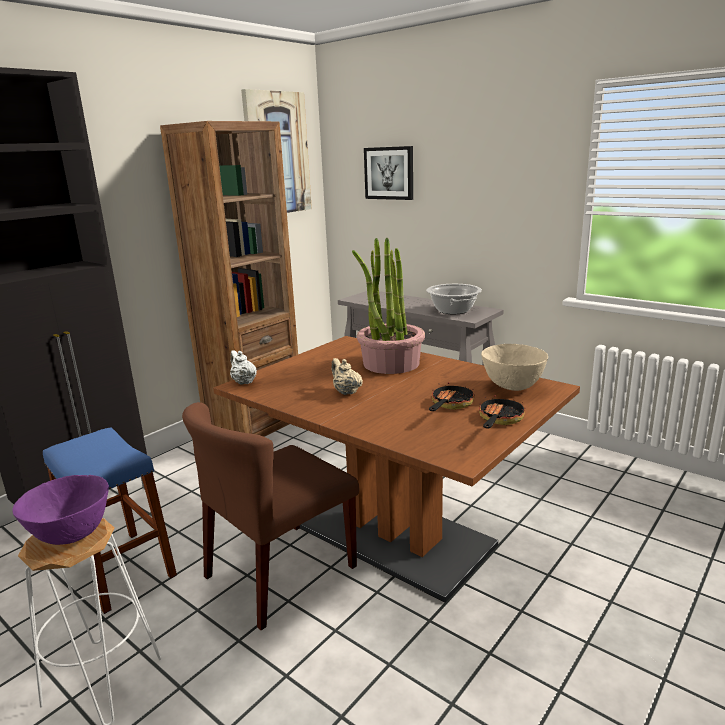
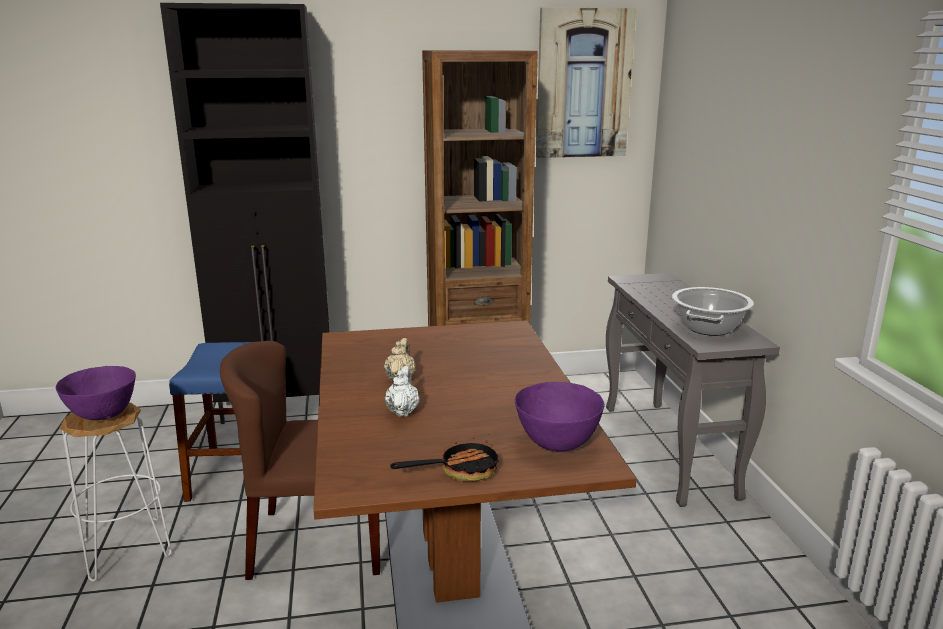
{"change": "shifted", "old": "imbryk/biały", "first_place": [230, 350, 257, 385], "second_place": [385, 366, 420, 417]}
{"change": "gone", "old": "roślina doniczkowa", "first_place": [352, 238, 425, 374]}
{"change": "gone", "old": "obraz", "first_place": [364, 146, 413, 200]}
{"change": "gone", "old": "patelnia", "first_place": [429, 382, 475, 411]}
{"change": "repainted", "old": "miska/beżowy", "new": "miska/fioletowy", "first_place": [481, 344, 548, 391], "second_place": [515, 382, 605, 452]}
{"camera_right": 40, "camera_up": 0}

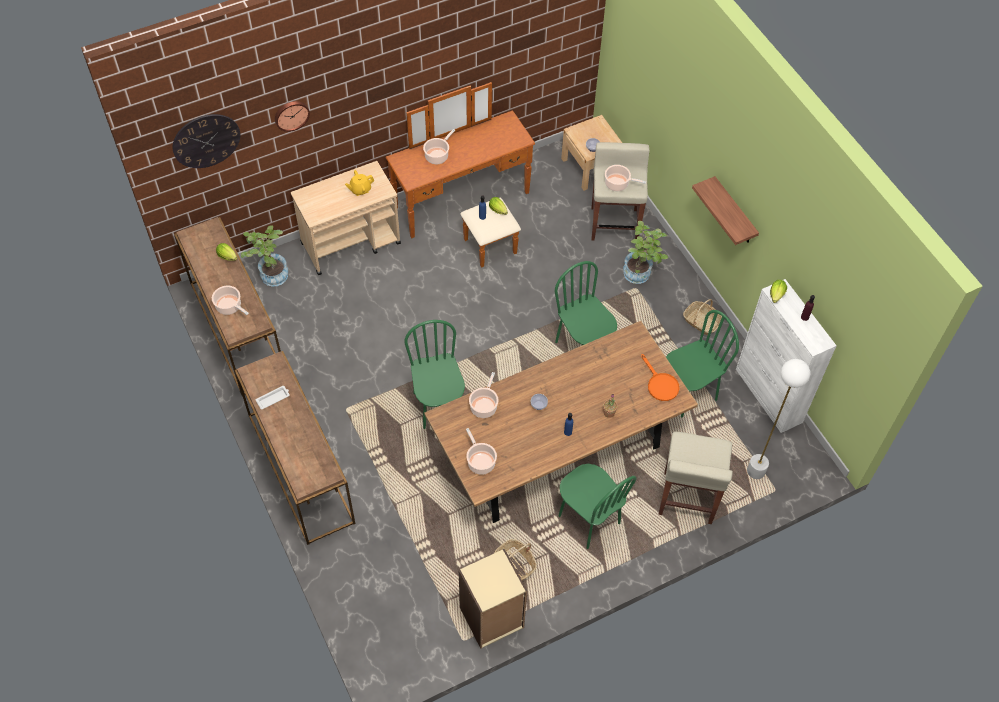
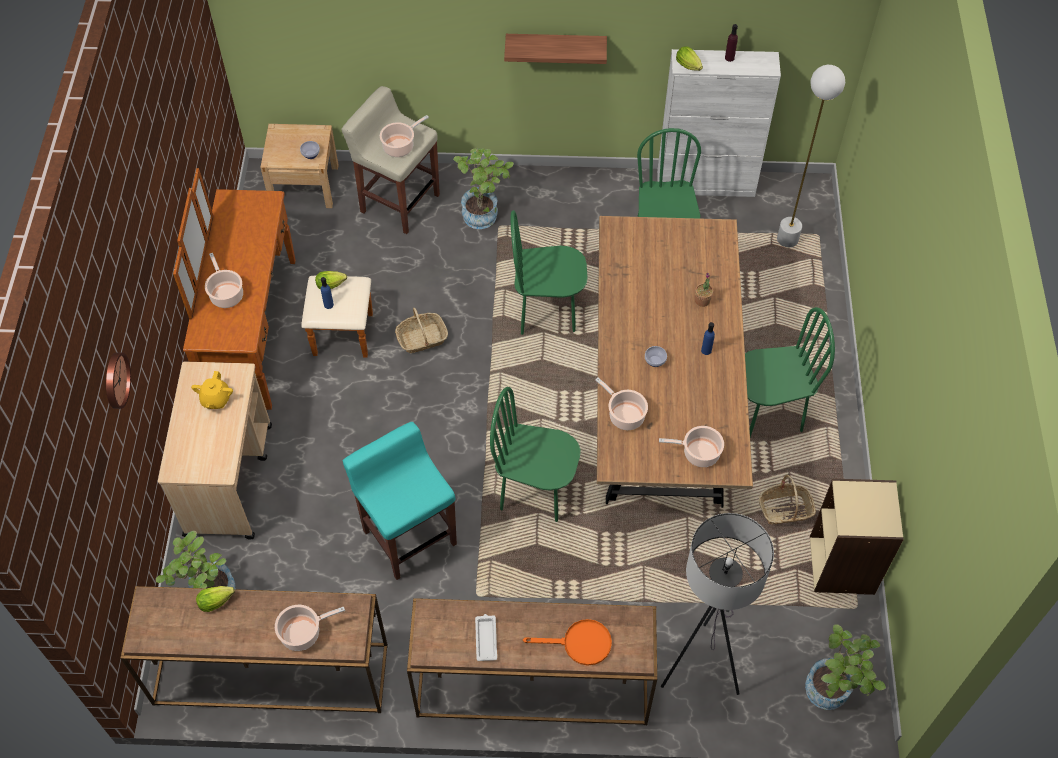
{"change": "gone", "old": "zegar ścienny", "first_place": [172, 114, 240, 168]}
{"change": "shifted", "old": "patelnia/pomarańczowy", "first_place": [641, 354, 680, 401], "second_place": [523, 619, 612, 666]}
{"change": "gone", "old": "stołek/beżowy", "first_place": [659, 432, 733, 524]}
{"change": "shifted", "old": "koszyk", "first_place": [683, 299, 722, 335], "second_place": [395, 307, 448, 353]}
{"change": "new", "new": "stołek/turkusowy", "second_place": [343, 422, 457, 580]}
{"change": "new", "new": "lampa stojąca/szary", "second_place": [661, 513, 774, 695]}
{"change": "new", "new": "roślina doniczkowa", "second_place": [805, 624, 886, 710]}
{"camera_right": -60, "camera_up": 0}

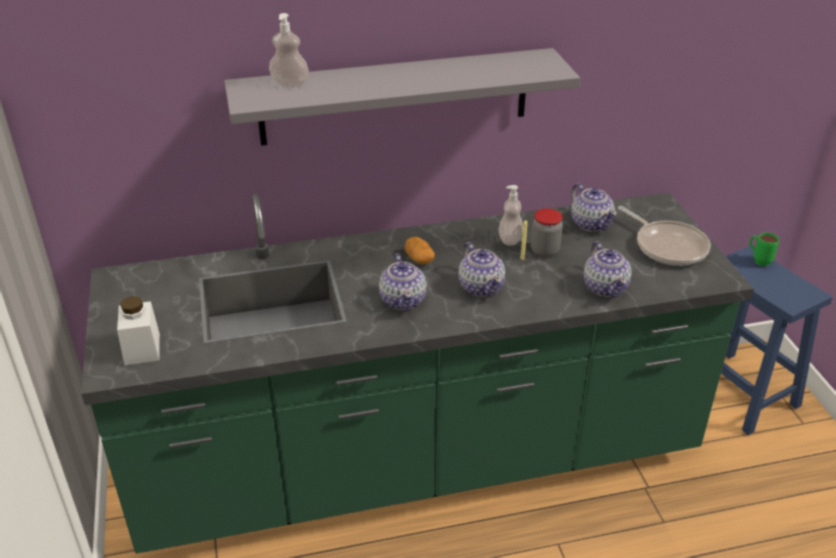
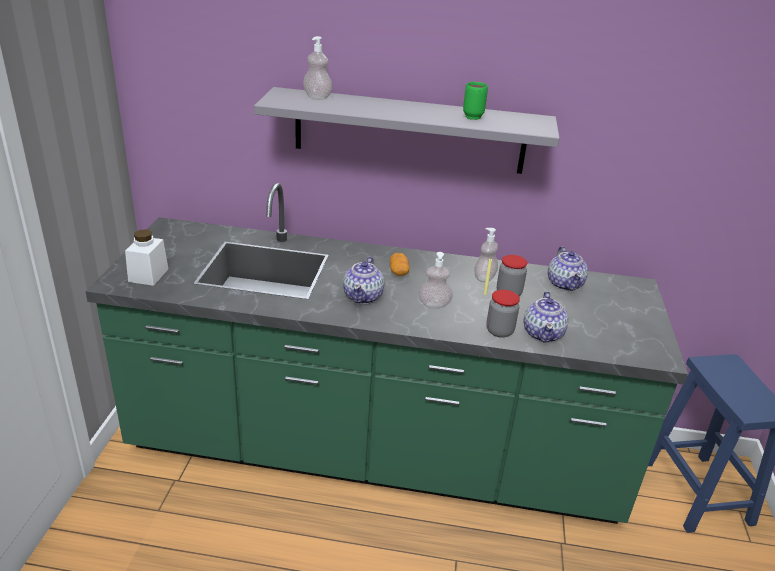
{"change": "swapped", "old": "imbryk", "new": "dozownik mydła", "first_place": [458, 242, 505, 297], "second_place": [419, 252, 453, 308]}
{"change": "gone", "old": "patelnia", "first_place": [618, 206, 711, 266]}
{"change": "shifted", "old": "kubek/zielony", "first_place": [750, 233, 779, 266], "second_place": [463, 82, 488, 120]}
{"change": "new", "new": "słoik", "second_place": [486, 290, 520, 338]}
{"camera_right": 20, "camera_up": -5}

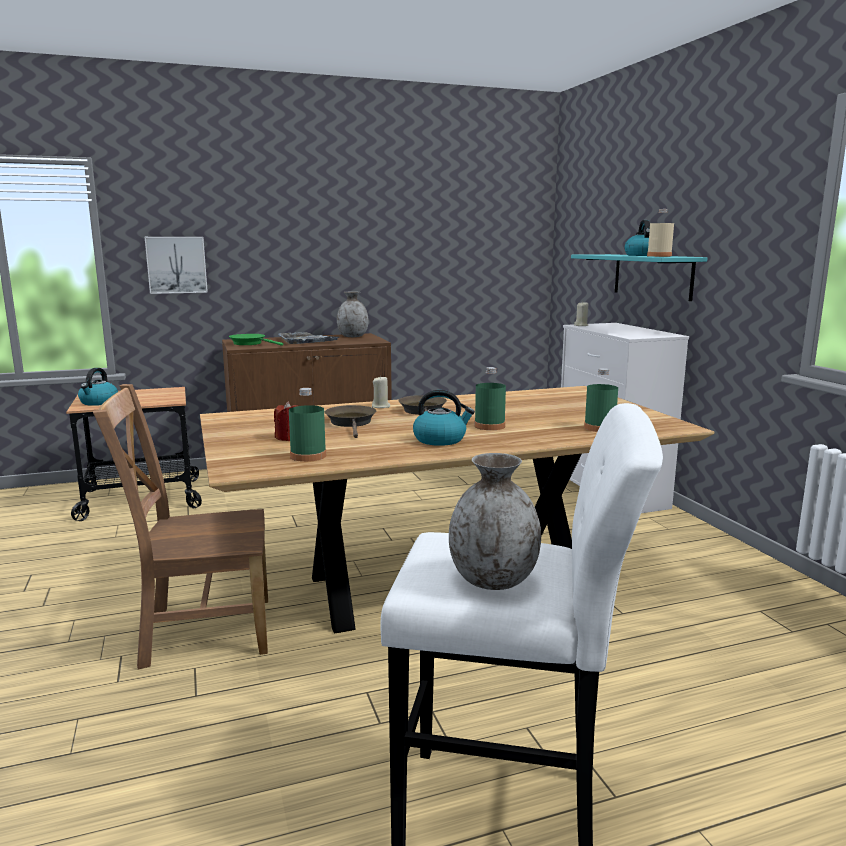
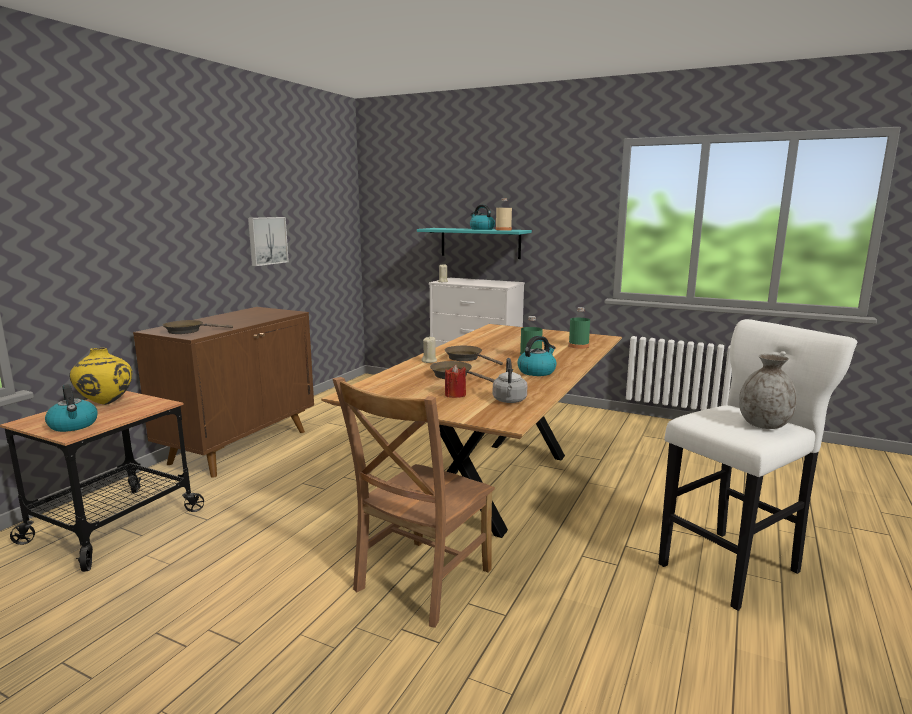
{"change": "shifted", "old": "obraz", "first_place": [145, 237, 208, 294], "second_place": [248, 217, 289, 266]}
{"change": "repainted", "old": "patelnia/zielony", "new": "patelnia/brązowy", "first_place": [229, 334, 283, 346], "second_place": [163, 320, 233, 334]}
{"change": "gone", "old": "taca/szary", "first_place": [278, 332, 339, 344]}
{"change": "swapped", "old": "butelka/zielony", "new": "czajnik/szary", "first_place": [289, 388, 326, 462], "second_place": [493, 358, 527, 403]}
{"change": "gone", "old": "wazon/szary", "first_place": [337, 291, 369, 337]}
{"change": "new", "new": "wazon/żółty", "second_place": [69, 348, 132, 405]}
{"camera_right": -45, "camera_up": 0}

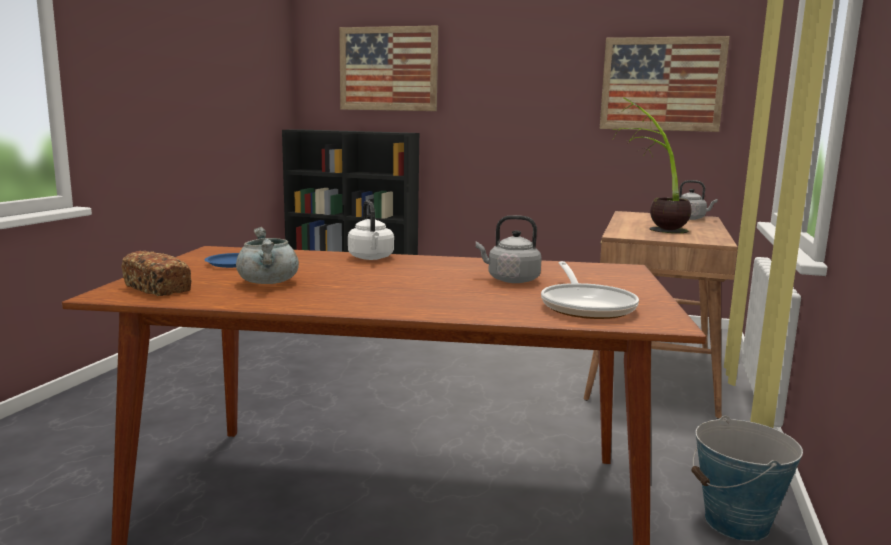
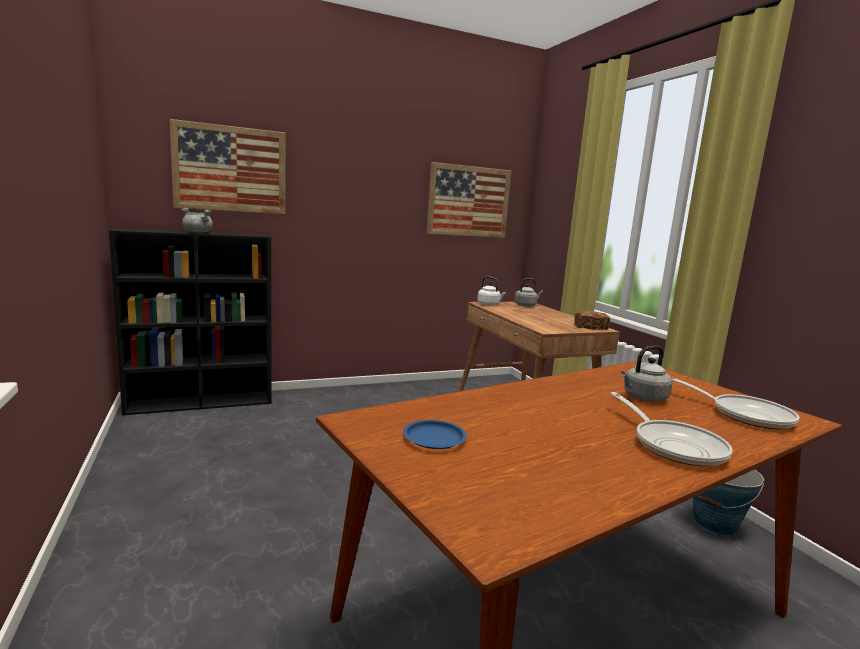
{"change": "shifted", "old": "chleb", "first_place": [121, 250, 191, 296], "second_place": [574, 311, 610, 330]}
{"change": "shifted", "old": "garnek/szary", "first_place": [236, 227, 299, 284], "second_place": [181, 208, 213, 233]}
{"change": "shifted", "old": "czajnik/biały", "first_place": [348, 200, 394, 260], "second_place": [478, 276, 506, 306]}
{"change": "gone", "old": "roślina doniczkowa", "first_place": [612, 97, 692, 233]}
{"change": "new", "new": "patelnia", "second_place": [611, 392, 733, 466]}
{"camera_right": -40, "camera_up": 0}

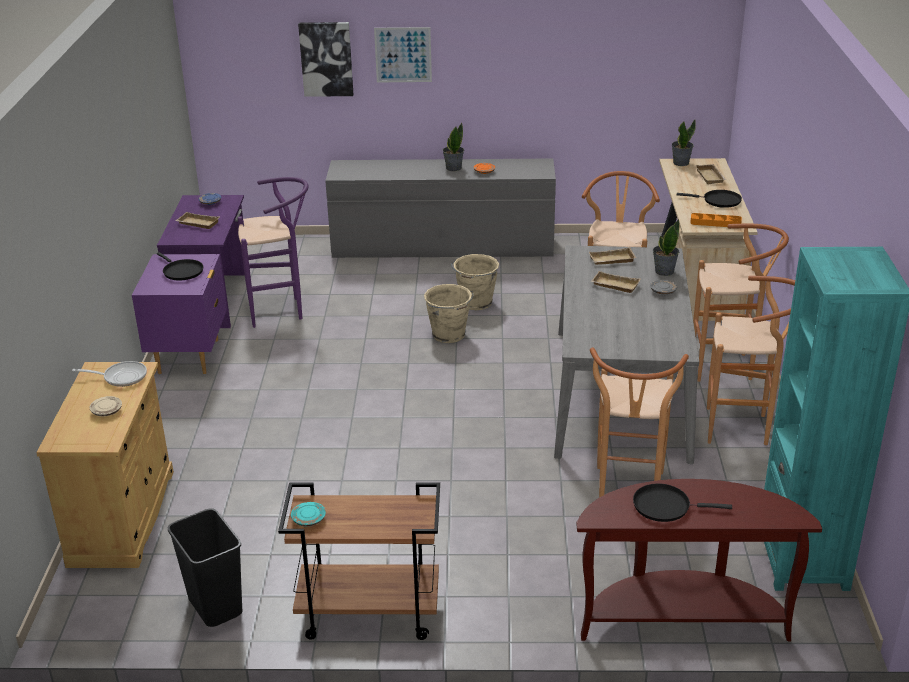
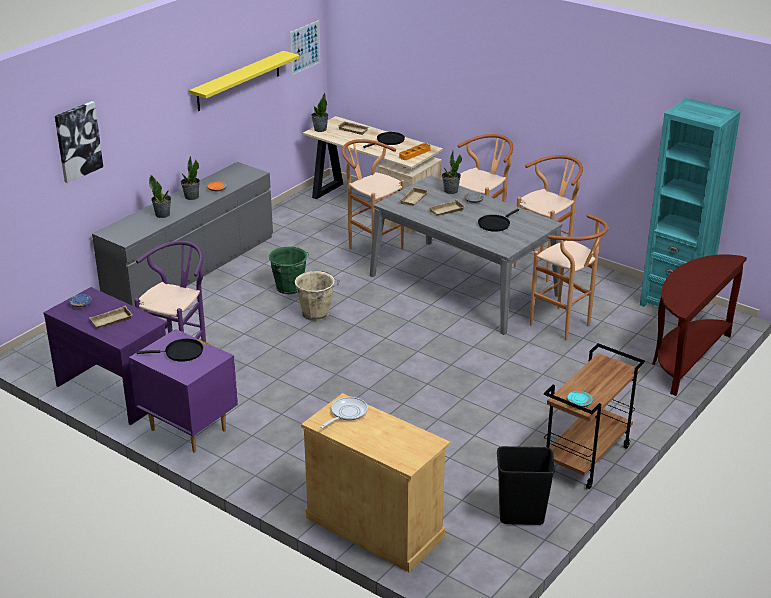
{"change": "gone", "old": "talerz/beżowy", "first_place": [89, 396, 122, 416]}
{"change": "shifted", "old": "obraz", "first_place": [374, 27, 432, 82], "second_place": [290, 20, 321, 75]}
{"change": "repainted", "old": "wiadro/beżowy", "new": "wiadro/zielony", "first_place": [451, 254, 499, 310], "second_place": [269, 247, 309, 294]}
{"change": "shifted", "old": "patelnia/czarny", "first_place": [633, 483, 732, 522], "second_place": [478, 209, 519, 232]}
{"change": "new", "new": "roślina doniczkowa", "second_place": [149, 175, 171, 218]}
{"change": "new", "new": "półka/żółty", "second_place": [189, 51, 300, 111]}
{"camera_right": -55, "camera_up": 0}

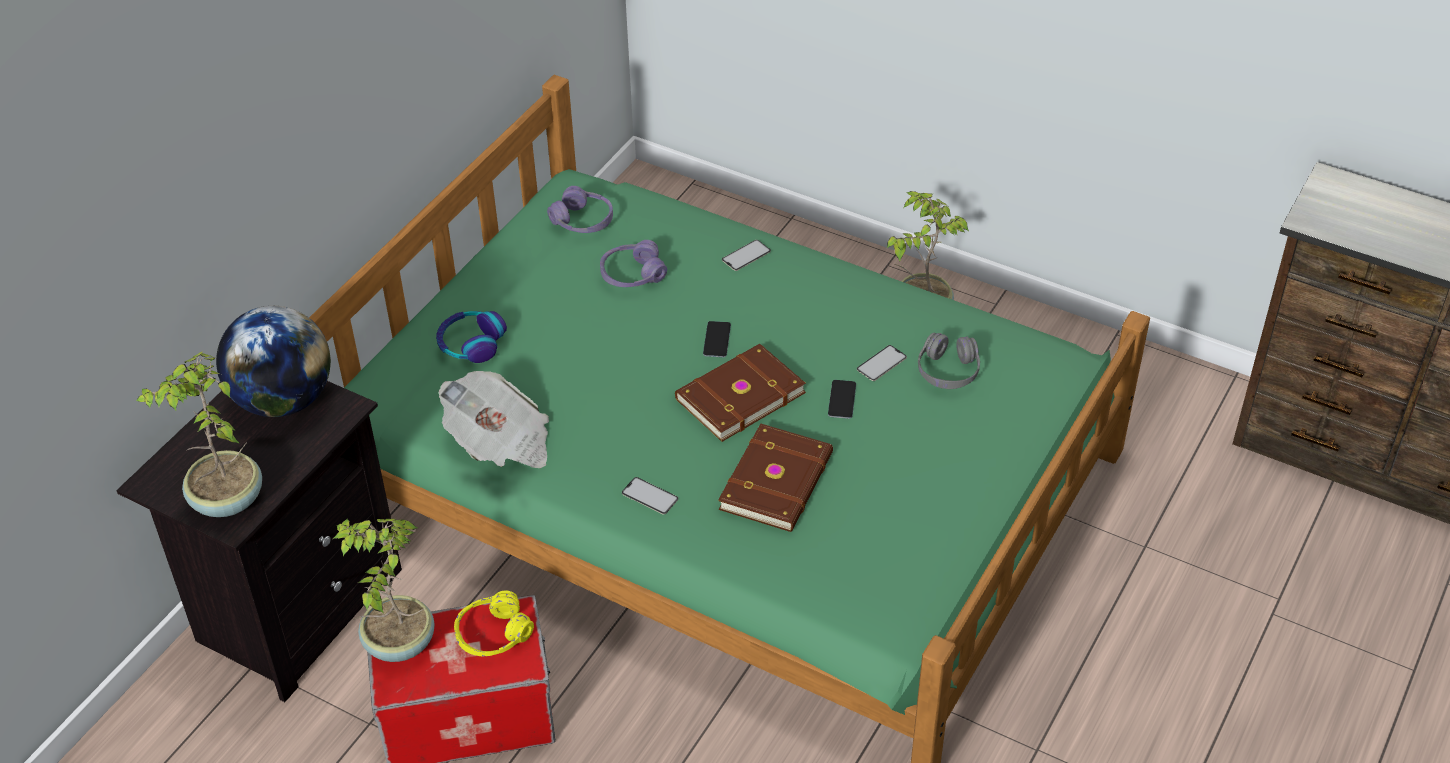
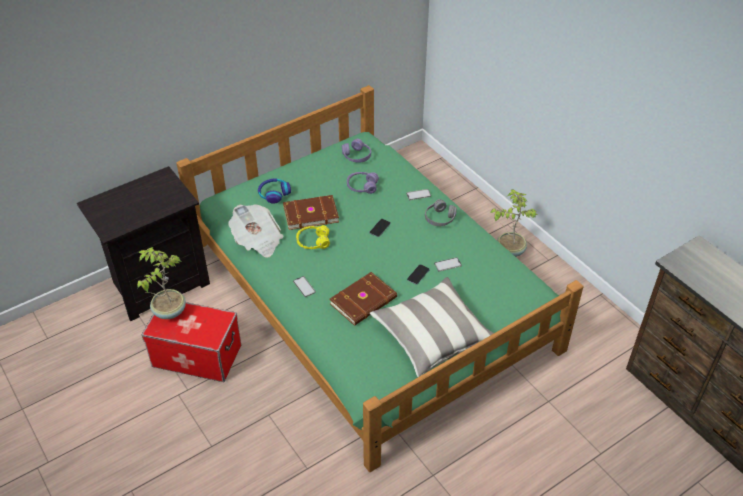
{"change": "gone", "old": "roślina doniczkowa", "first_place": [136, 351, 262, 517]}
{"change": "gone", "old": "globus", "first_place": [216, 306, 331, 417]}
{"change": "shifted", "old": "słuchawki/żółty", "first_place": [454, 590, 534, 656], "second_place": [296, 225, 330, 249]}
{"change": "shifted", "old": "książka/brązowy", "first_place": [675, 344, 806, 442], "second_place": [283, 195, 339, 230]}
{"change": "shifted", "old": "słuchawki/szary", "first_place": [918, 333, 980, 389], "second_place": [425, 199, 457, 226]}
{"change": "new", "new": "poduszka", "second_place": [370, 277, 494, 377]}
{"camera_right": 25, "camera_up": 0}

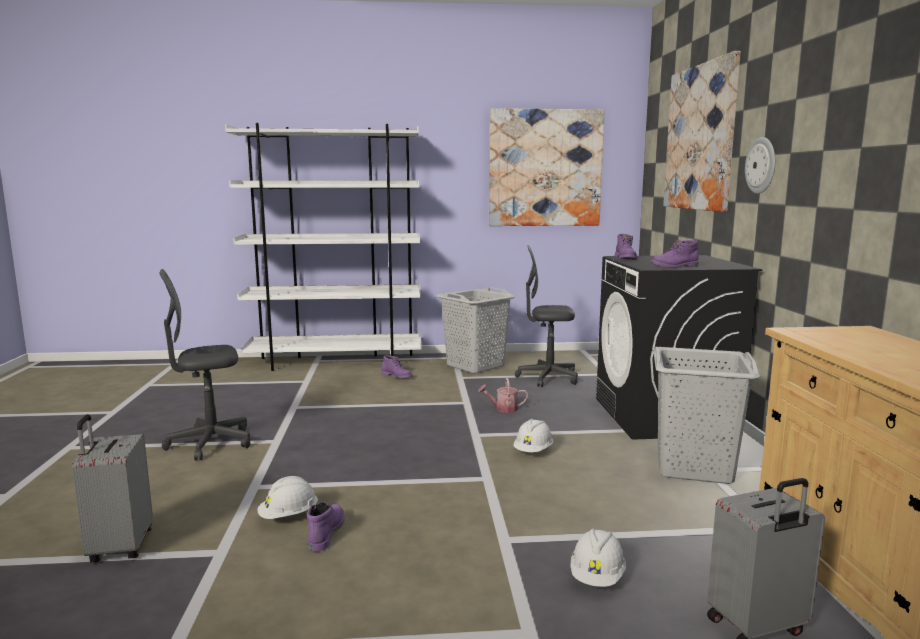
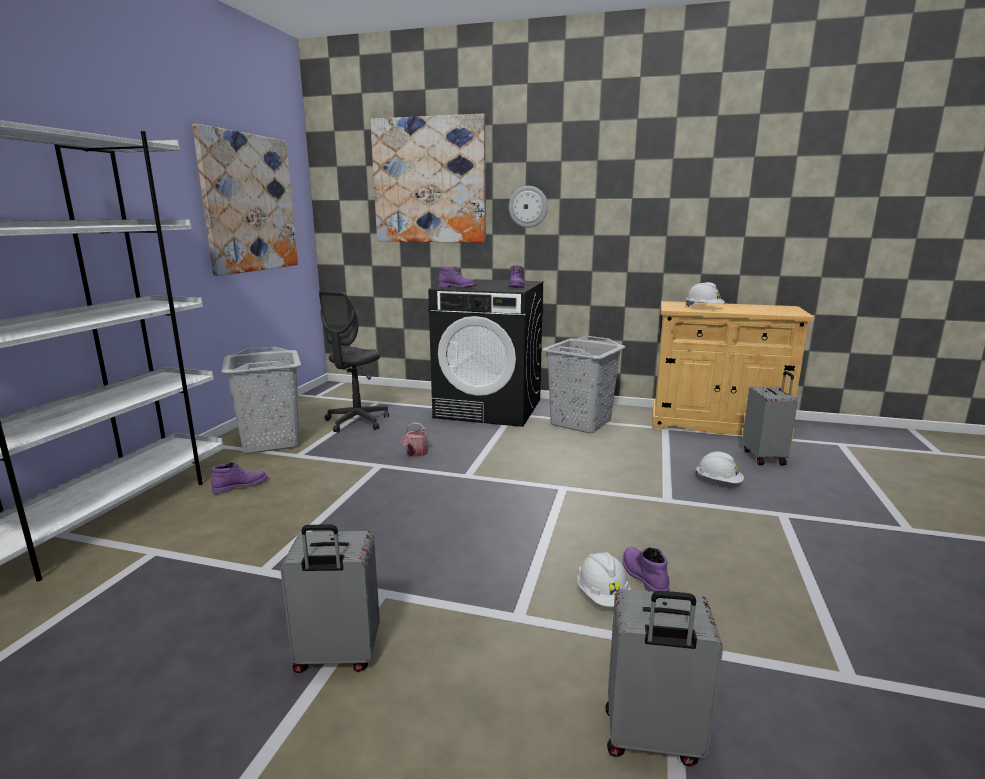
{"change": "swapped", "old": "krzesło biurowe/szary", "new": "walizka/szary", "first_place": [159, 269, 250, 460], "second_place": [280, 524, 380, 673]}
{"change": "rotated", "old": "but z cholewką/fioletowy", "first_place": [307, 502, 345, 552], "second_place": [622, 547, 670, 592], "degrees": 45}
{"change": "shifted", "old": "kask/biały", "first_place": [513, 419, 553, 452], "second_place": [686, 282, 725, 307]}
{"camera_right": -70, "camera_up": 5}

